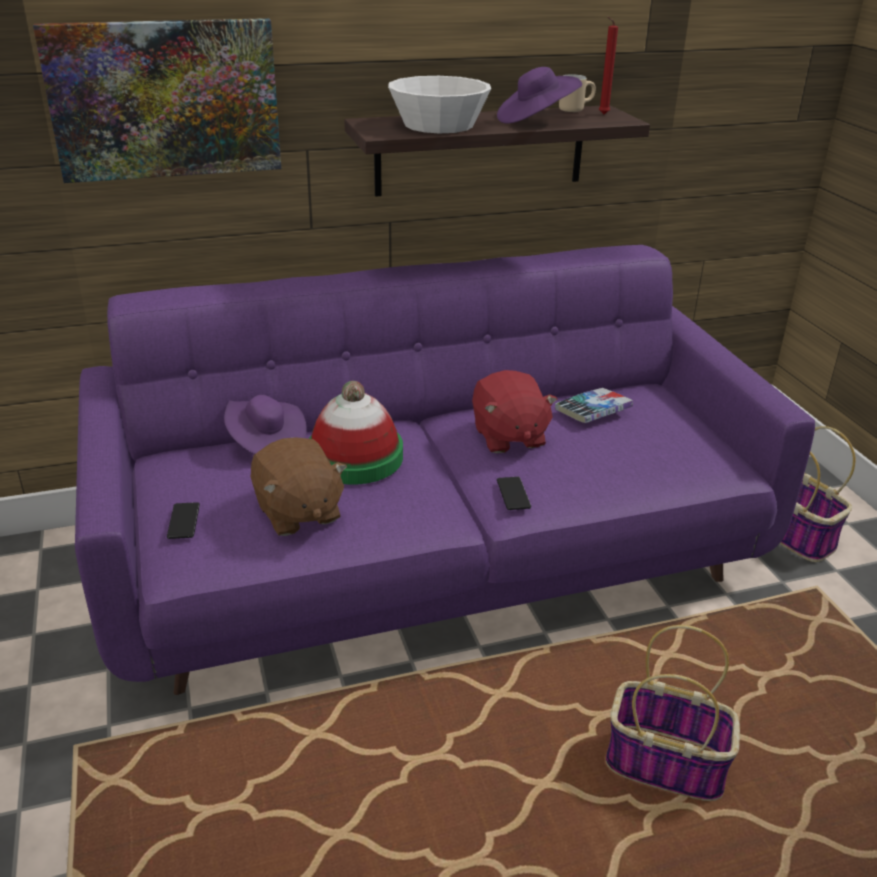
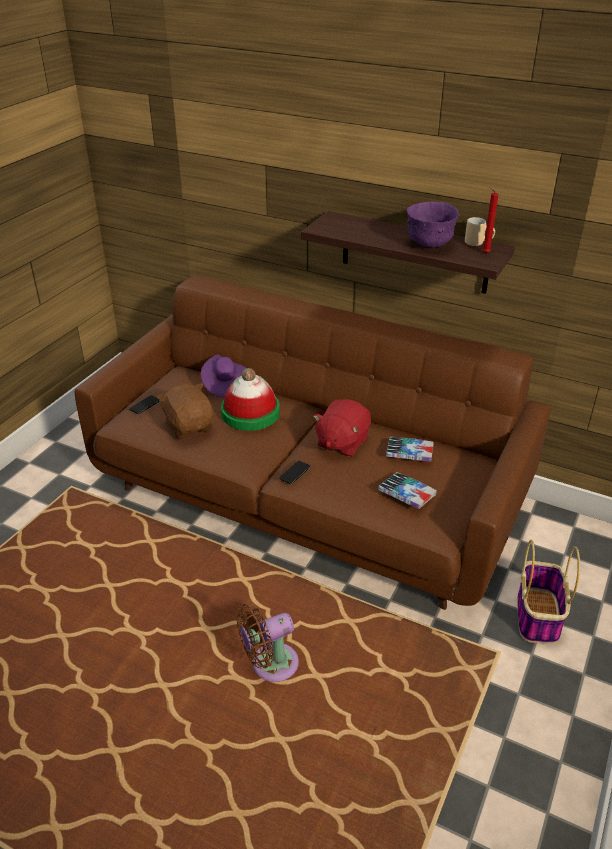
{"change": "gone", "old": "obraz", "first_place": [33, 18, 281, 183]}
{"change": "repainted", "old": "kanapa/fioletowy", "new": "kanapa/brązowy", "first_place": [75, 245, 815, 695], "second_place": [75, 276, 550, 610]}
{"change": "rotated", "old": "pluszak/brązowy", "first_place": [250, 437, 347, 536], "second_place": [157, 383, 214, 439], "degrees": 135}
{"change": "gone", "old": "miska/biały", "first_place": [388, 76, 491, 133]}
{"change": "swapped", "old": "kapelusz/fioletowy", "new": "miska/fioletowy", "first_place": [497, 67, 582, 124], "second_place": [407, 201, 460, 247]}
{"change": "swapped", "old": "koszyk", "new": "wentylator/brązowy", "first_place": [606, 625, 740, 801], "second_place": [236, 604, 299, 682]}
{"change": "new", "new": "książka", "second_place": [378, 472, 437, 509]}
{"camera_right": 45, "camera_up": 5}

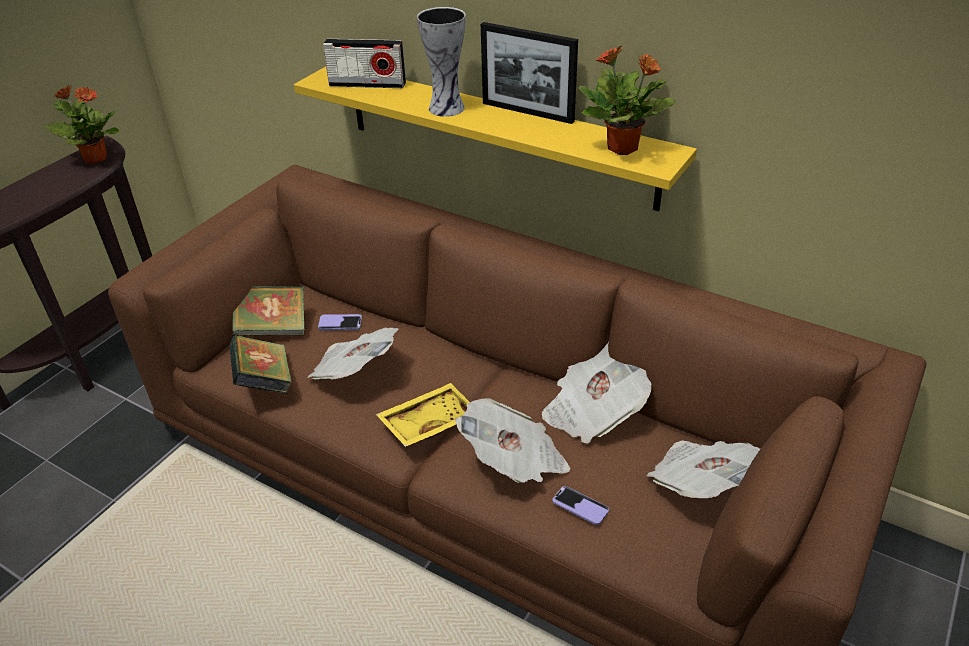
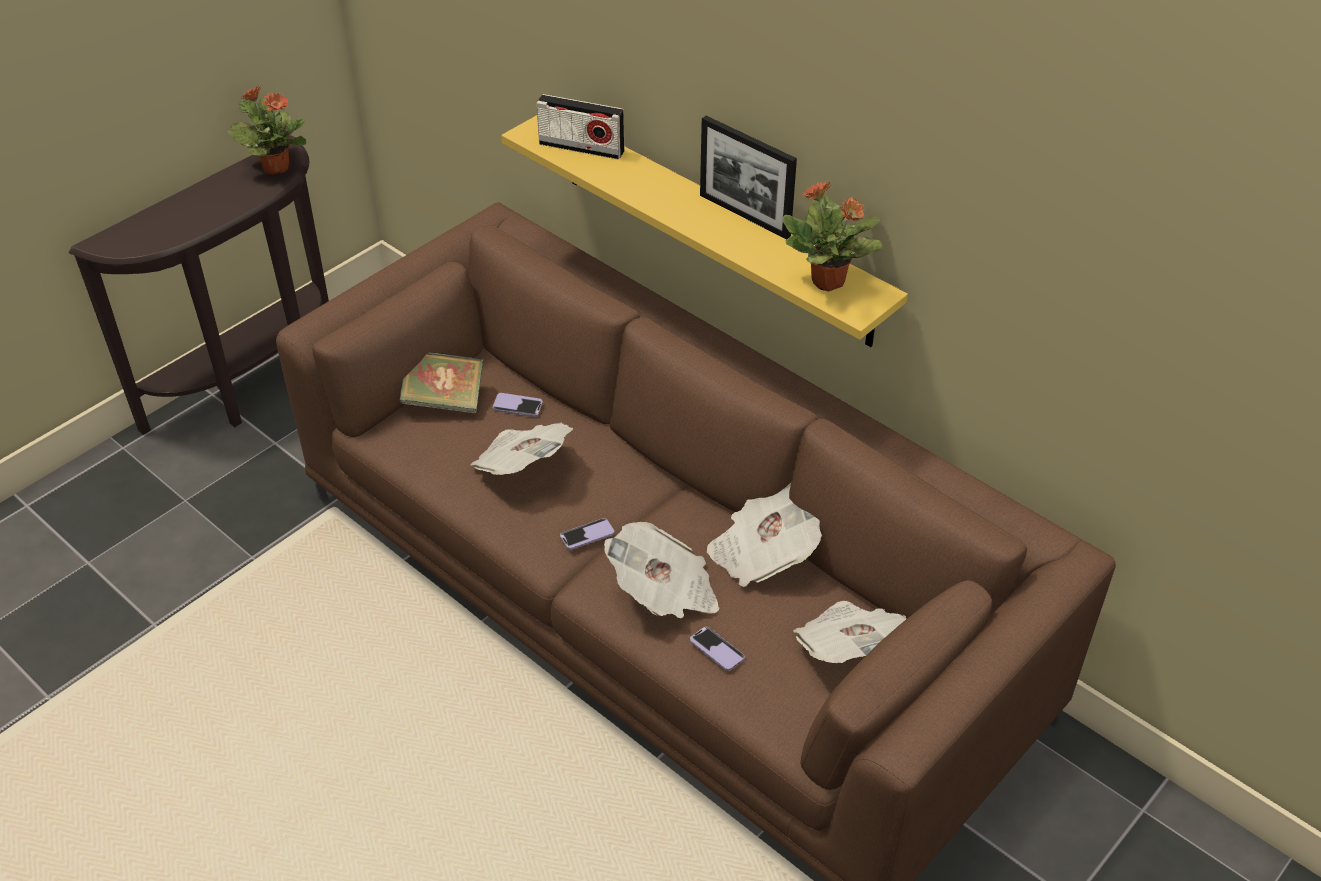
{"change": "gone", "old": "książka", "first_place": [229, 335, 292, 394]}
{"change": "swapped", "old": "taca/żółty", "new": "telefon", "first_place": [376, 383, 470, 447], "second_place": [560, 518, 615, 550]}
{"change": "gone", "old": "wazon", "first_place": [417, 7, 466, 117]}
{"camera_right": 10, "camera_up": 5}

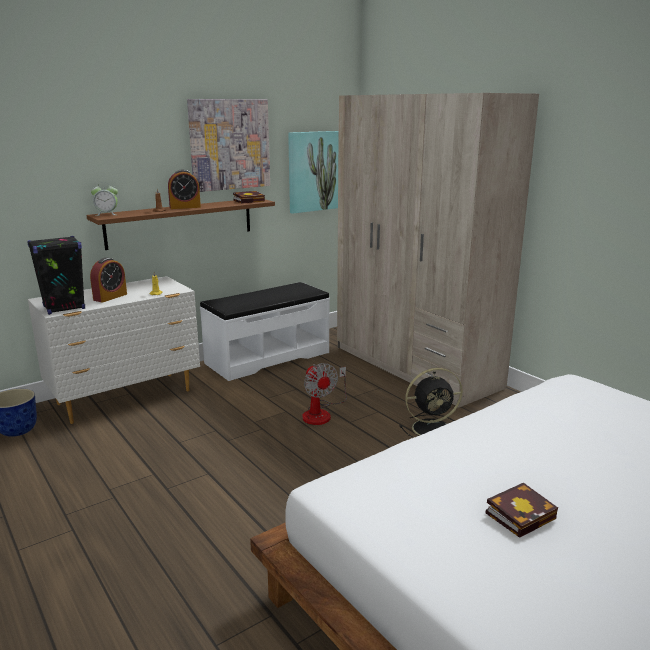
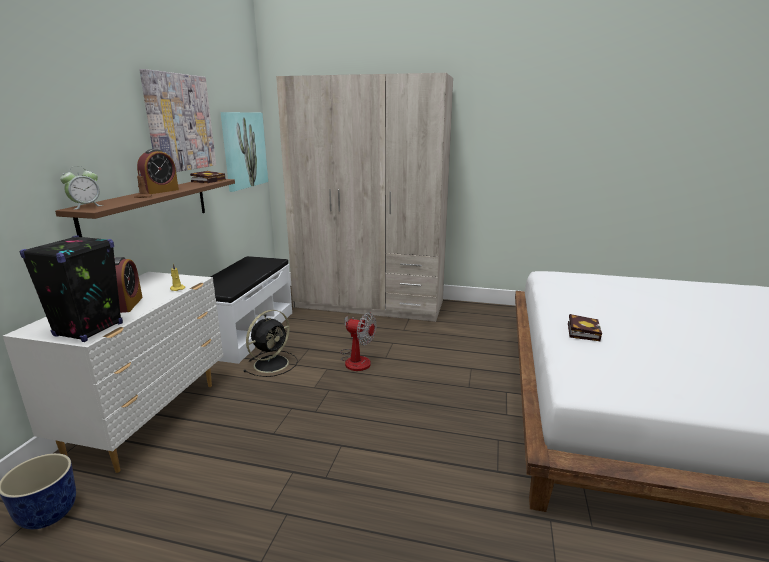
{"change": "shifted", "old": "wentylator/czarny", "first_place": [399, 368, 462, 438], "second_place": [244, 310, 298, 377]}
{"change": "shifted", "old": "książka", "first_place": [486, 482, 558, 538], "second_place": [568, 314, 602, 341]}
{"camera_right": -40, "camera_up": 0}

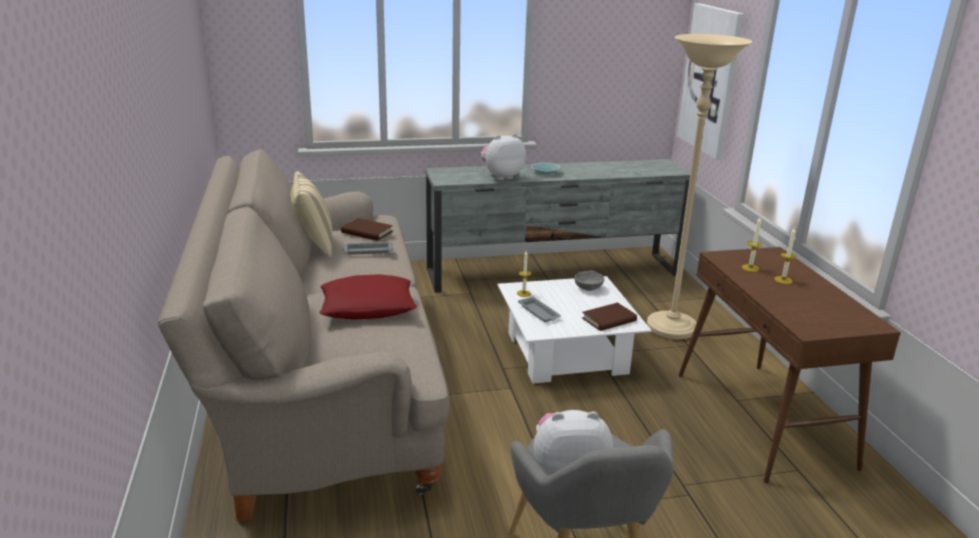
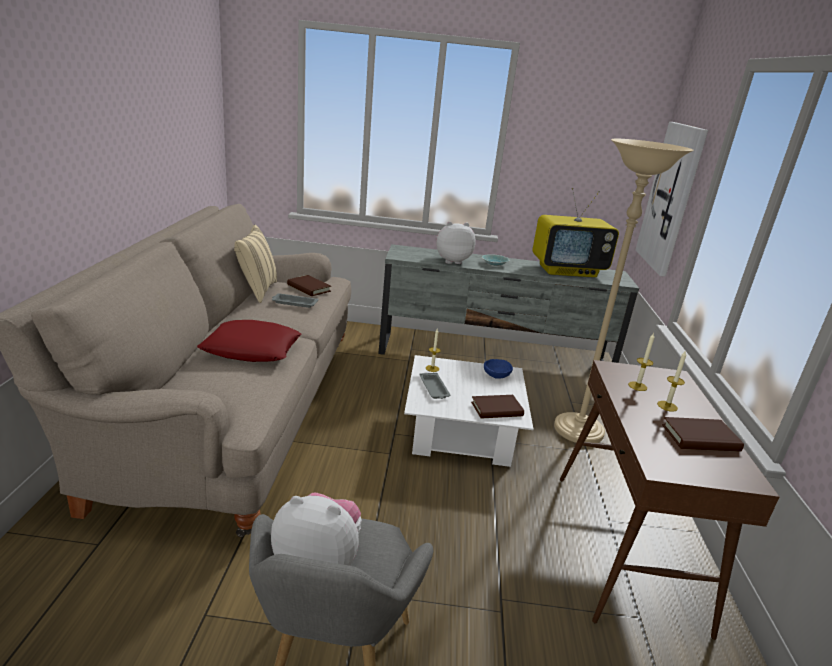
{"change": "repainted", "old": "miska/szary", "new": "miska/niebieski", "first_place": [574, 271, 605, 291], "second_place": [484, 359, 513, 379]}
{"change": "new", "new": "telewizor", "second_place": [533, 188, 619, 277]}
{"change": "new", "new": "książka/brązowy", "second_place": [662, 417, 744, 452]}
{"camera_right": 15, "camera_up": 0}

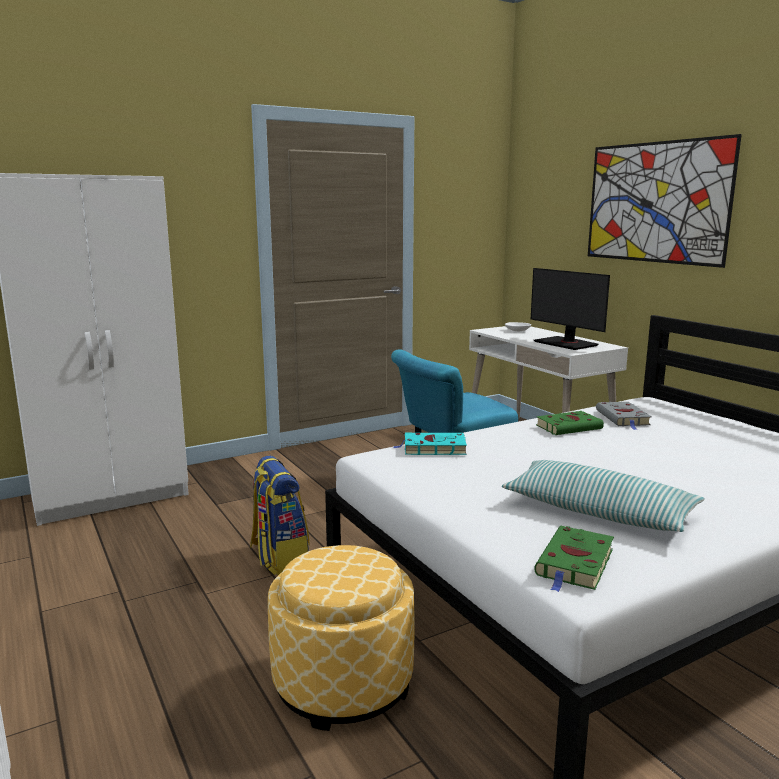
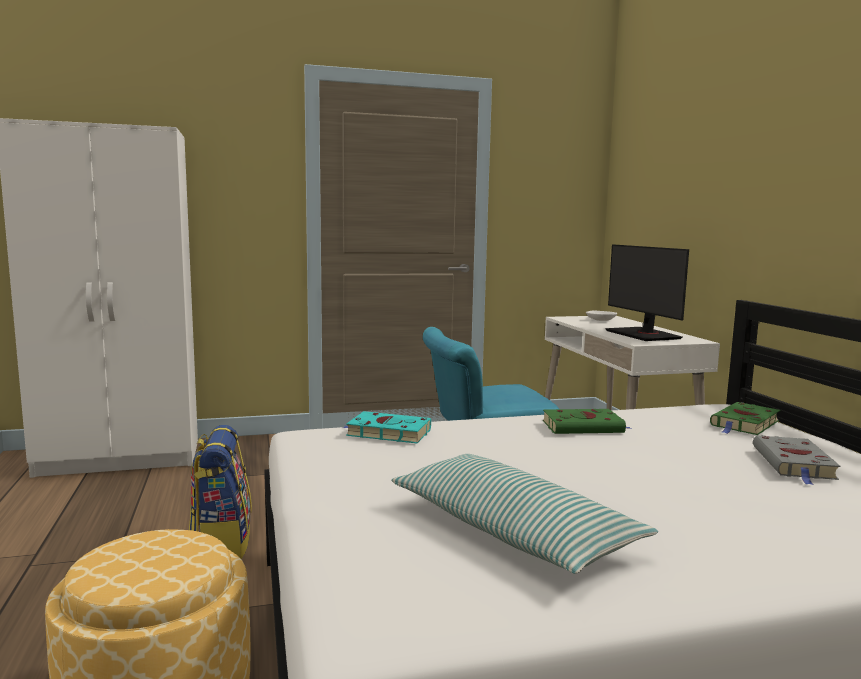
{"change": "shifted", "old": "książka/zielony", "first_place": [534, 526, 614, 592], "second_place": [710, 402, 780, 435]}
{"change": "gone", "old": "obraz", "first_place": [588, 134, 742, 268]}
{"change": "shifted", "old": "książka/szary", "first_place": [596, 402, 652, 430], "second_place": [753, 435, 841, 485]}
{"camera_right": 15, "camera_up": -5}

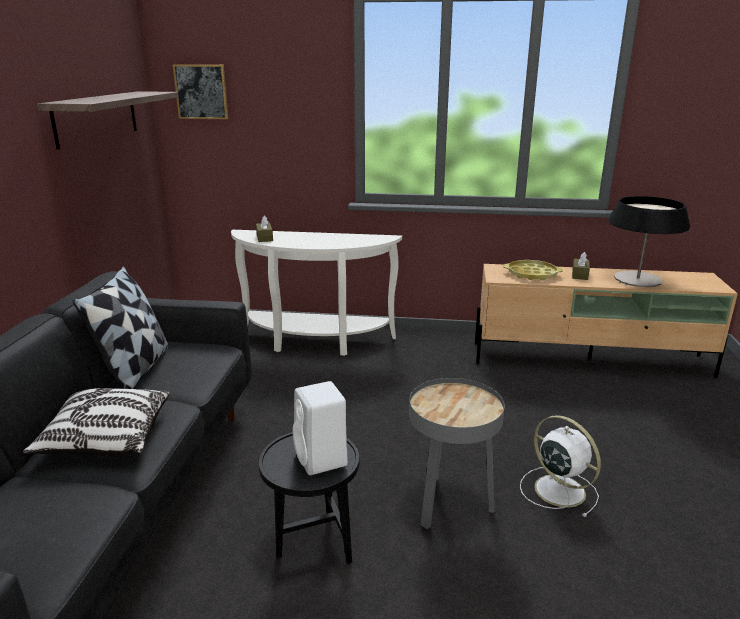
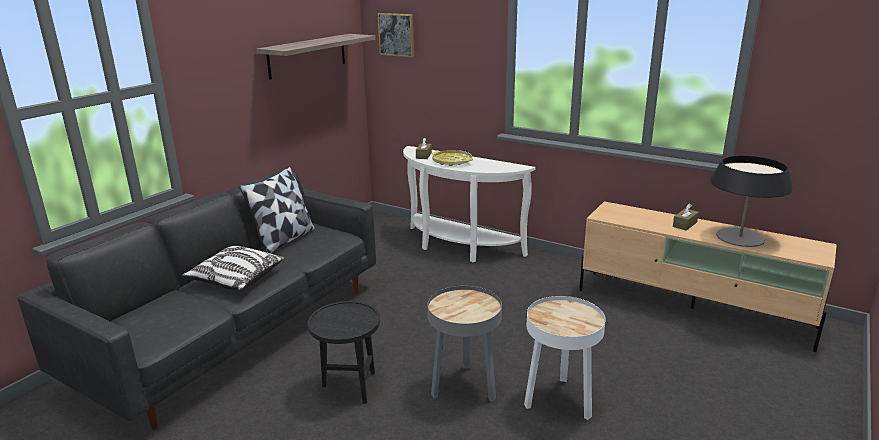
{"change": "gone", "old": "głośnik/biały", "first_place": [293, 381, 348, 475]}
{"change": "shifted", "old": "taca/żółty", "first_place": [503, 260, 563, 281], "second_place": [432, 150, 473, 166]}
{"change": "swapped", "old": "wentylator/biały", "new": "stolik/biały", "first_place": [520, 415, 601, 517], "second_place": [524, 296, 606, 420]}
{"camera_right": 25, "camera_up": 0}

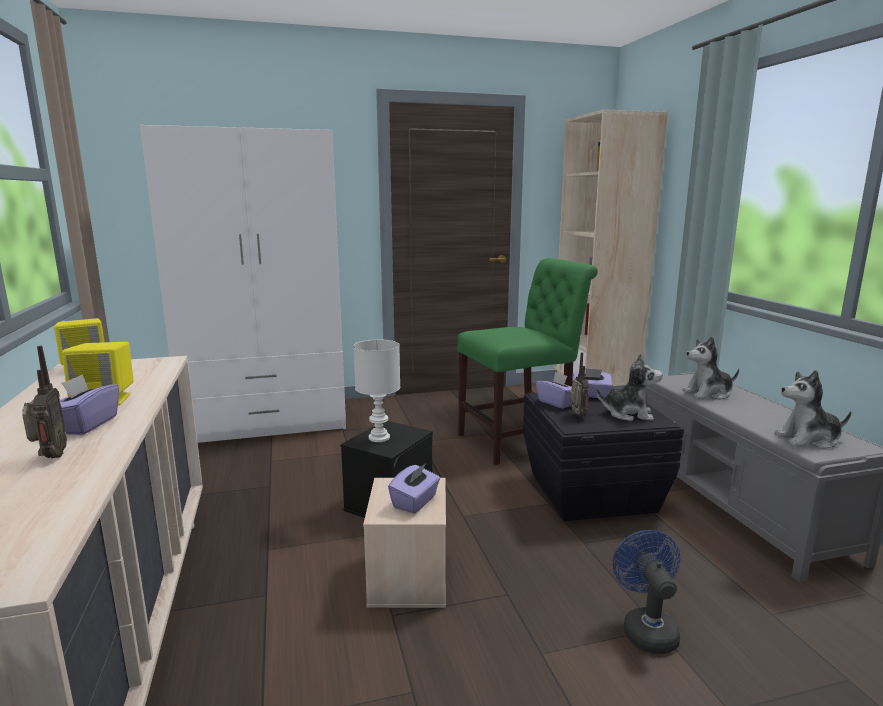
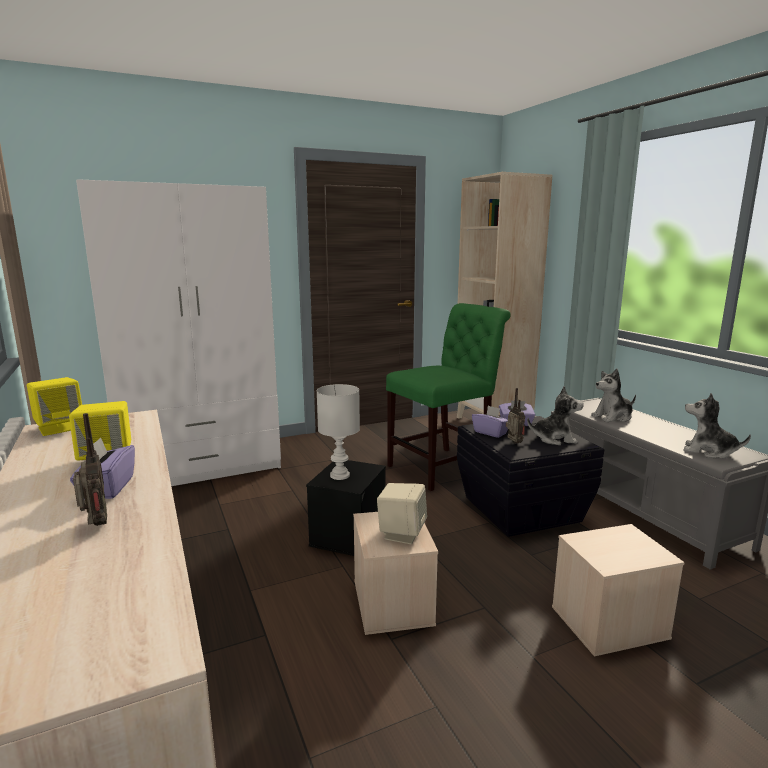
{"change": "swapped", "old": "pudełko chusteczek/fioletowy", "new": "głośnik/beżowy", "first_place": [388, 463, 440, 513], "second_place": [377, 483, 427, 544]}
{"change": "swapped", "old": "wentylator/niebieski", "new": "pojemnik do przechowywania/beżowy", "first_place": [612, 530, 680, 654], "second_place": [552, 524, 685, 656]}
{"change": "rotated", "old": "pluszak", "first_place": [774, 370, 851, 449], "second_place": [683, 393, 751, 459], "degrees": 45}
{"camera_right": -10, "camera_up": 0}

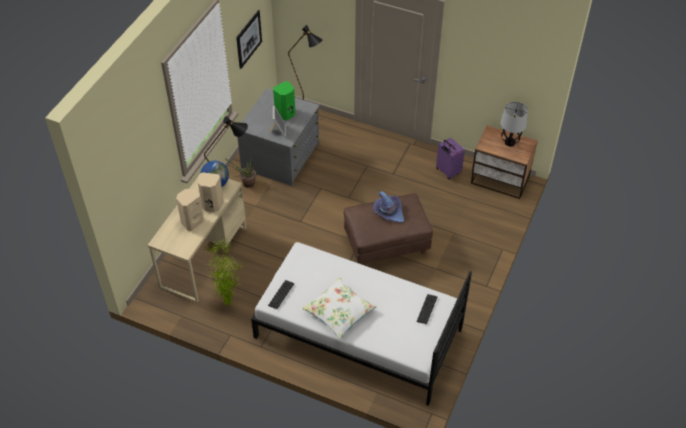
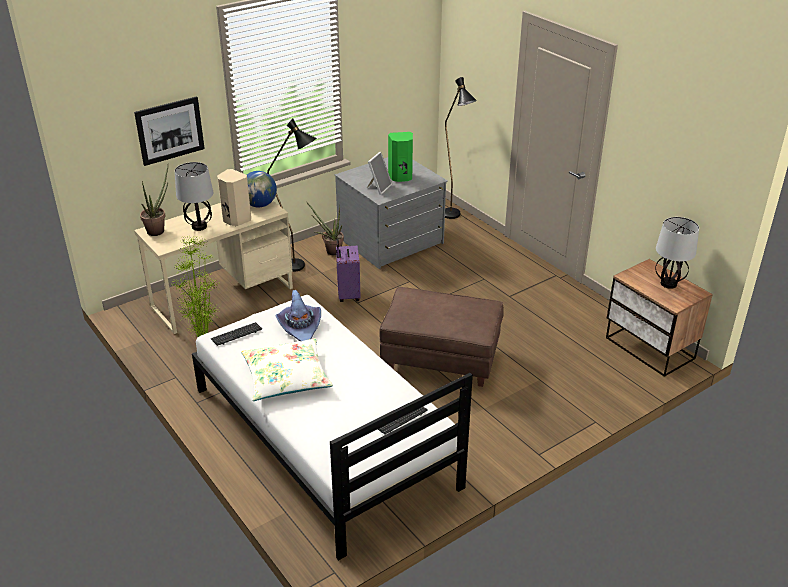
{"change": "swapped", "old": "głośnik/beżowy", "new": "lampa stołowa", "first_place": [176, 188, 204, 231], "second_place": [175, 162, 213, 231]}
{"change": "shifted", "old": "obraz", "first_place": [236, 10, 262, 69], "second_place": [134, 96, 205, 166]}
{"change": "shifted", "old": "kapelusz/fioletowy", "first_place": [373, 191, 404, 223], "second_place": [275, 290, 321, 341]}
{"change": "shifted", "old": "walizka/fioletowy", "first_place": [436, 138, 465, 179], "second_place": [336, 239, 361, 302]}
{"change": "new", "new": "roślina doniczkowa", "second_place": [140, 165, 168, 236]}
{"camera_right": 30, "camera_up": -15}

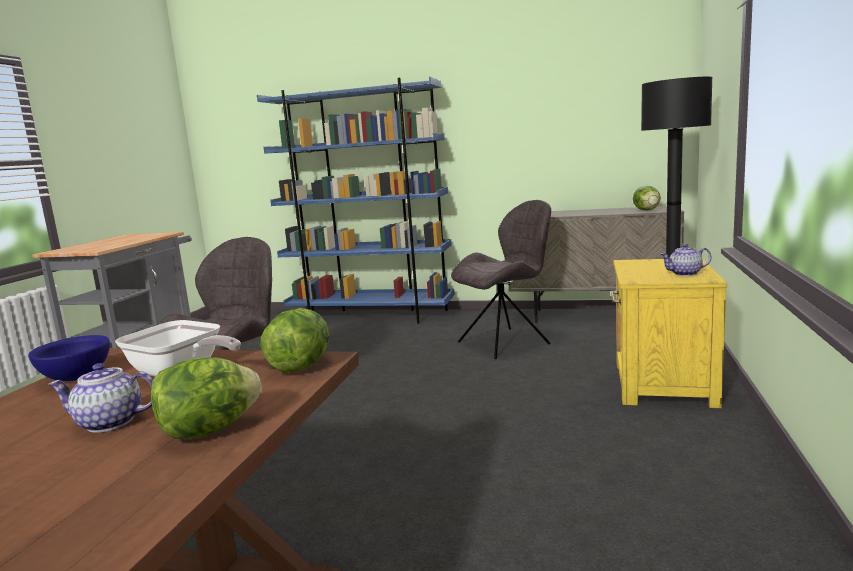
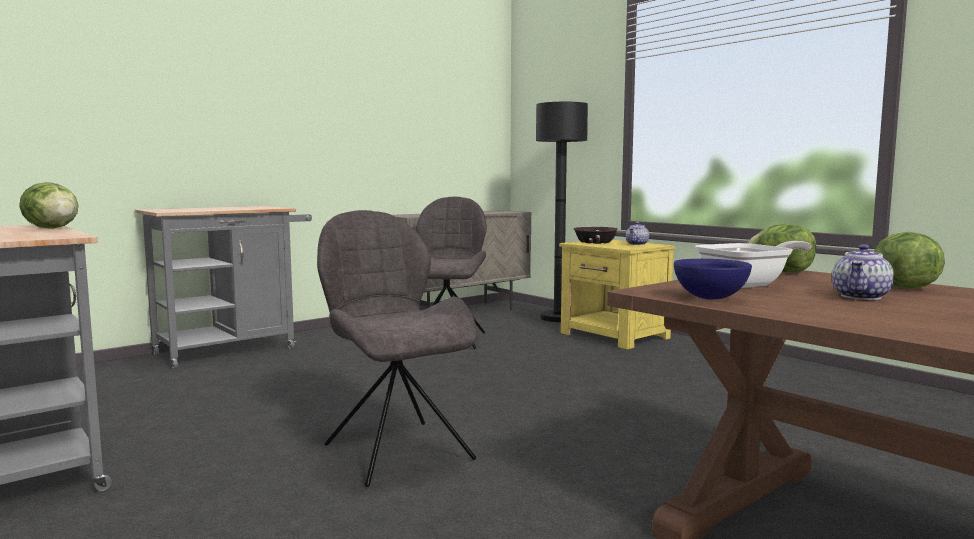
{"change": "swapped", "old": "regał/niebieski", "new": "wózek/szary", "first_place": [257, 76, 455, 324], "second_place": [135, 206, 312, 369]}
{"change": "shifted", "old": "sałata", "first_place": [633, 186, 661, 211], "second_place": [19, 182, 78, 229]}
{"change": "new", "new": "miska", "second_place": [574, 227, 618, 244]}
{"camera_right": -55, "camera_up": -5}

